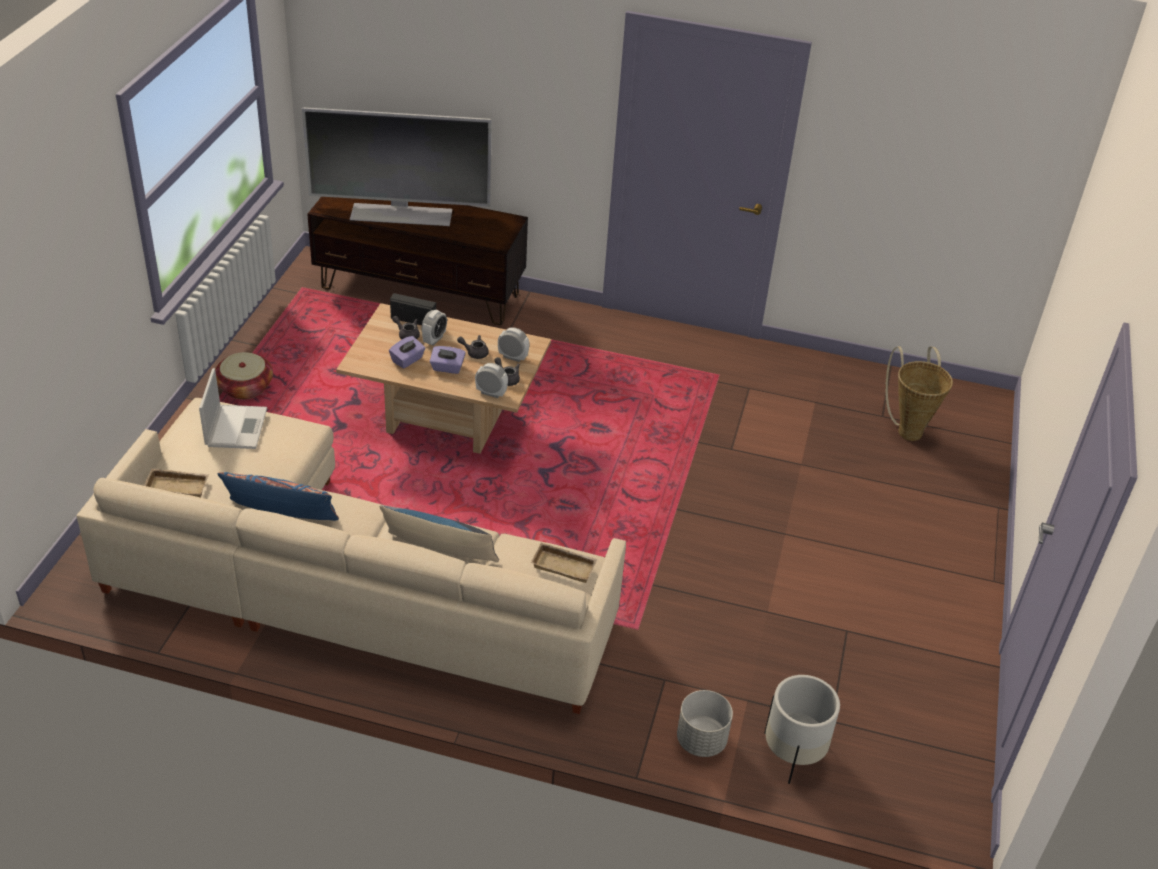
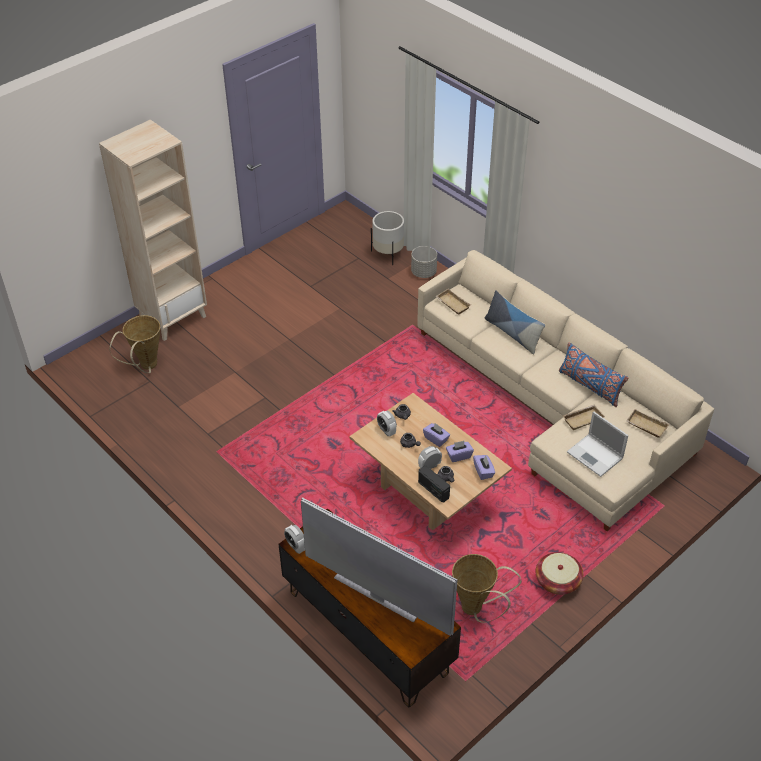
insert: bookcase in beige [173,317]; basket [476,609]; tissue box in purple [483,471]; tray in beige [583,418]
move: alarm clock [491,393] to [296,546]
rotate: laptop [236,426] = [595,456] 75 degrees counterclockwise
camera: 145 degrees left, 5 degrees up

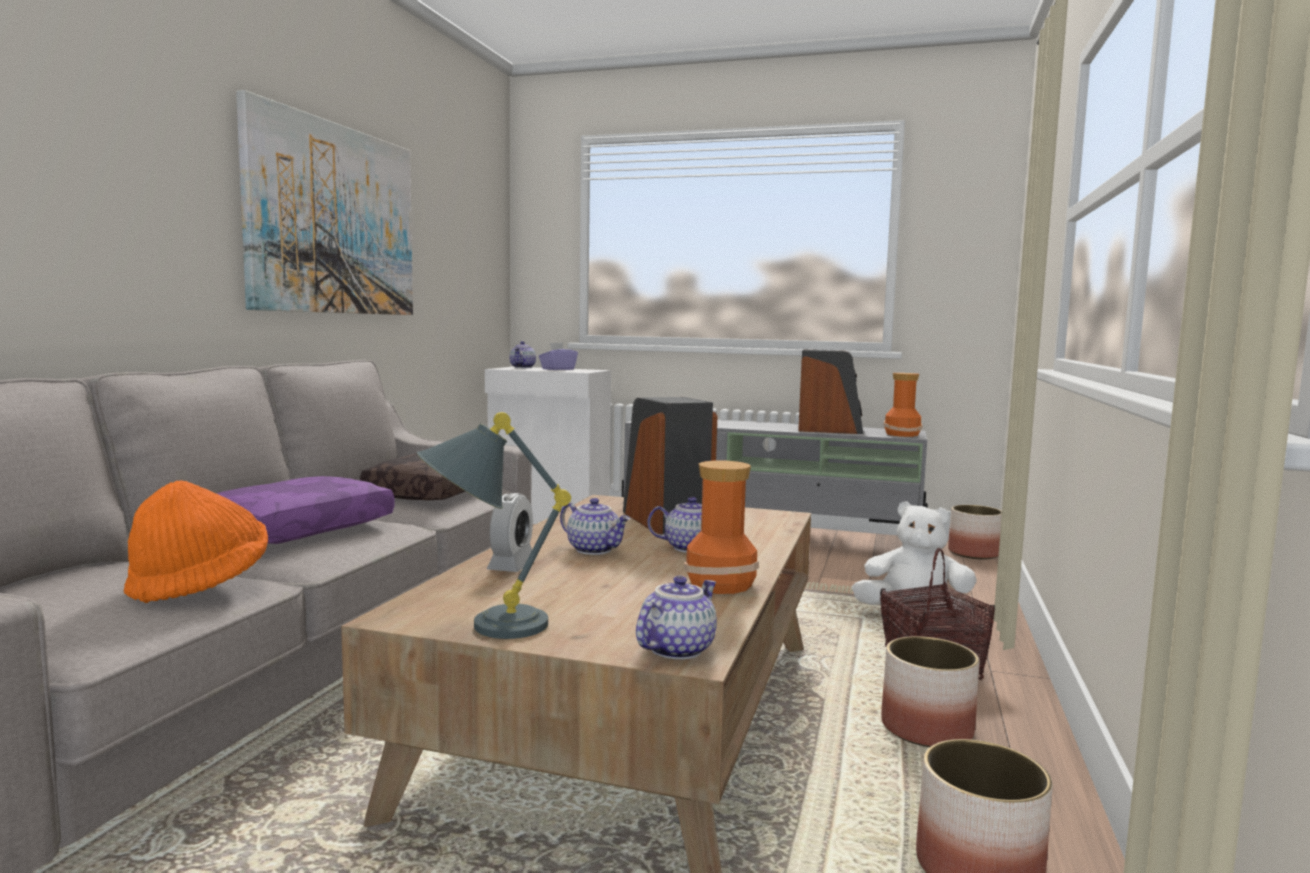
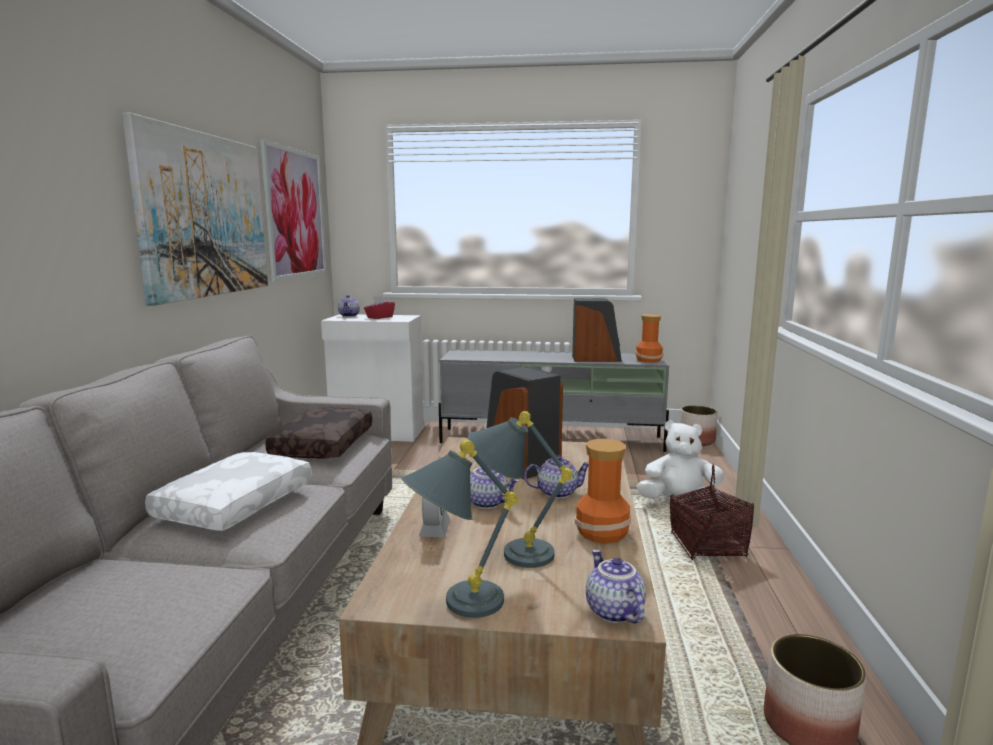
delete: hat in orange [200,583]; planter [927,730]
insert: picture [295,214]; table lamp in grey [510,552]
recolor: pillow in purple [297,528] to pillow in white [234,503]; tissue box in purple [557,369] to tissue box in red [379,317]
rotate: teapot [676,649] = [612,611] 45 degrees counterclockwise
camera: 10 degrees left, 5 degrees up

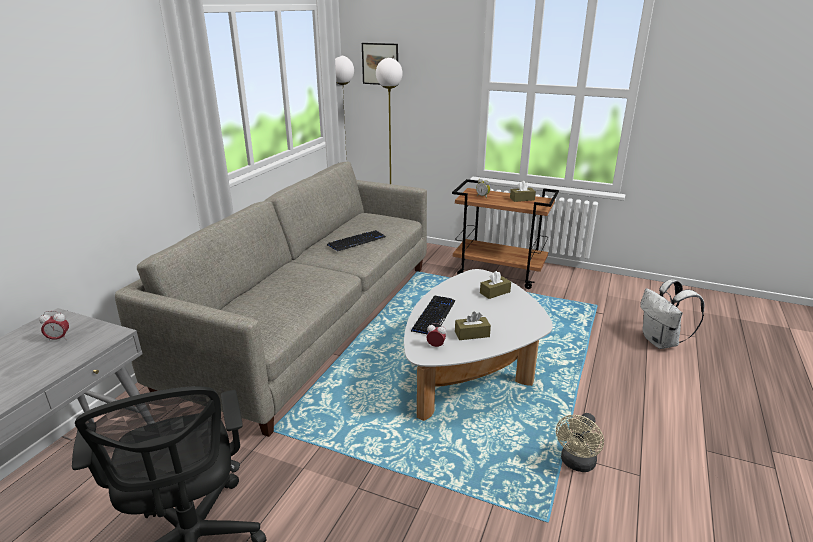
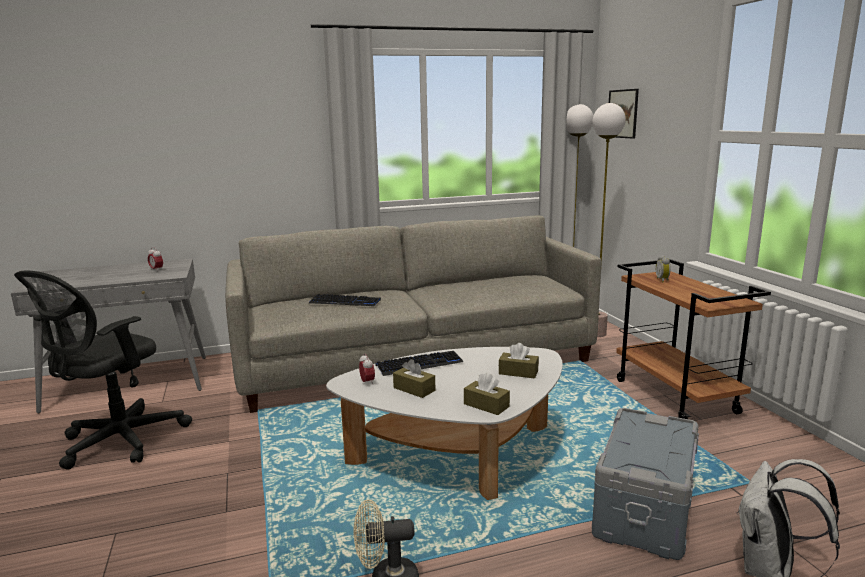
insert: storage box in grey [645,510]
move: keyboard [357,241] to [345,302]; tissue box in brown [522,199] to [486,405]
camera: 50 degrees right, 10 degrees down

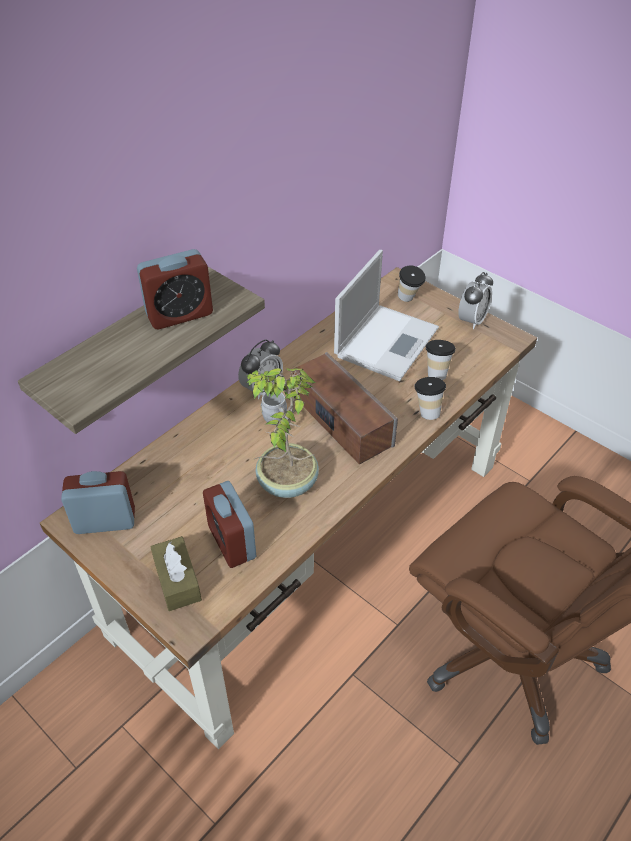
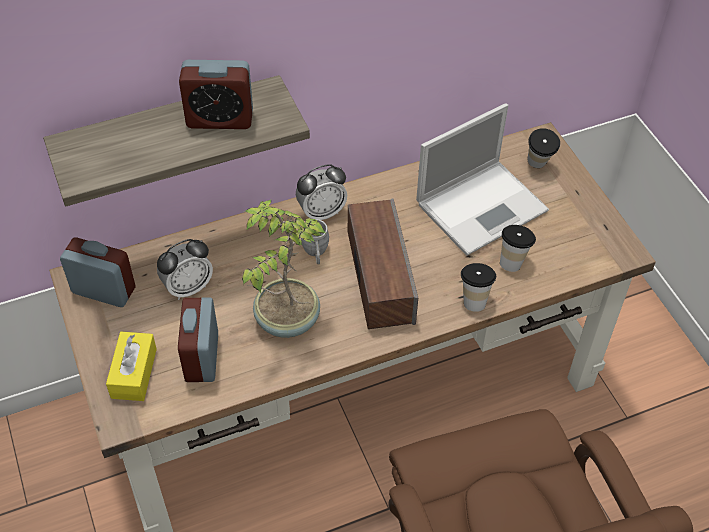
move: alarm clock [472,320] to [188,287]
recolor: tissue box in brown [177,580] to tissue box in yellow [134,373]
camera: 25 degrees right, 5 degrees up

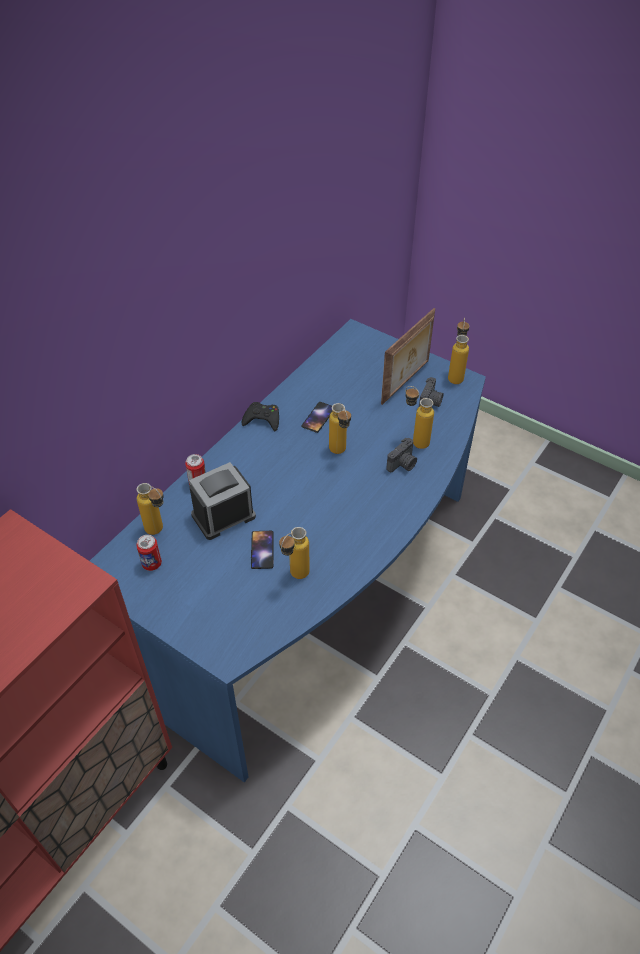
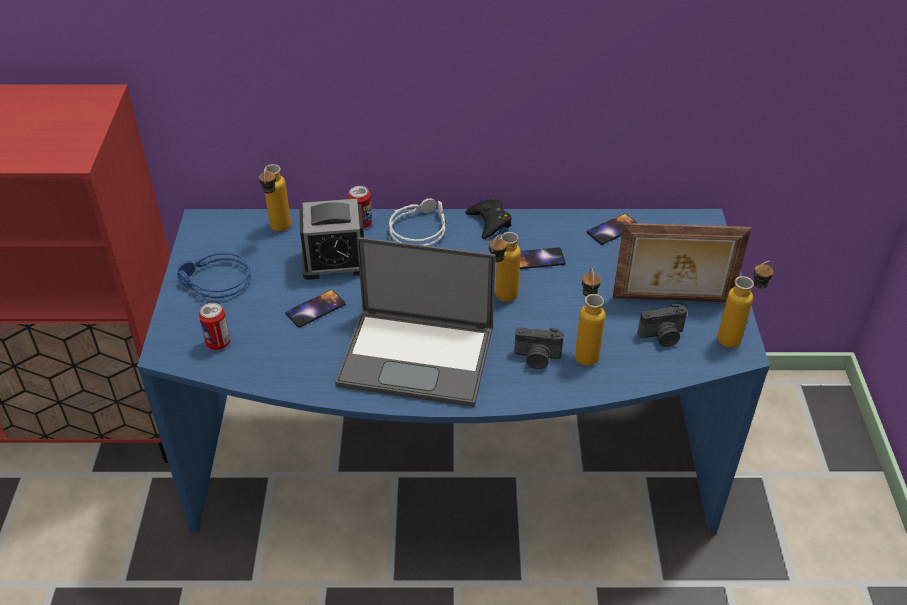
delete: bottle [294,577]
insert: headphones in blue [214,282]; laptop [418,356]; headphones in grey [418,228]; phone [613,229]
move: can [152,564] to [218,343]
rotate: alarm clock [223,516] = [335,261] 150 degrees clockwise
camera: 55 degrees right, 5 degrees down

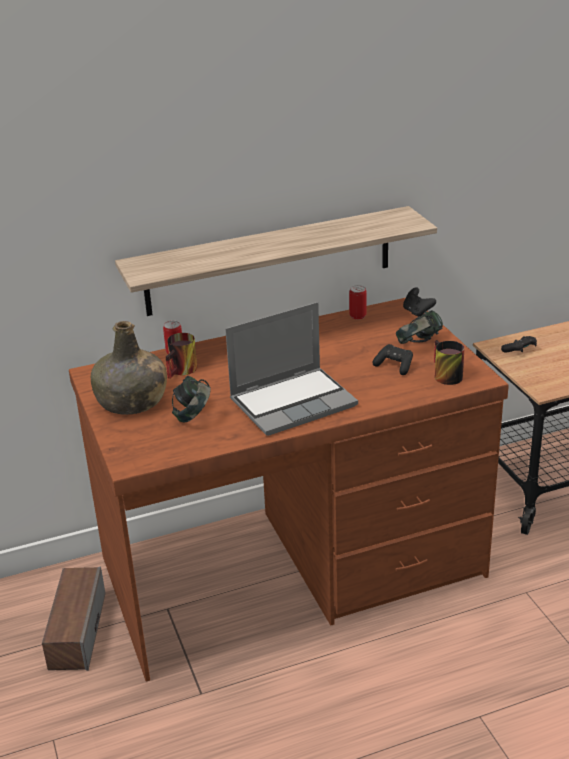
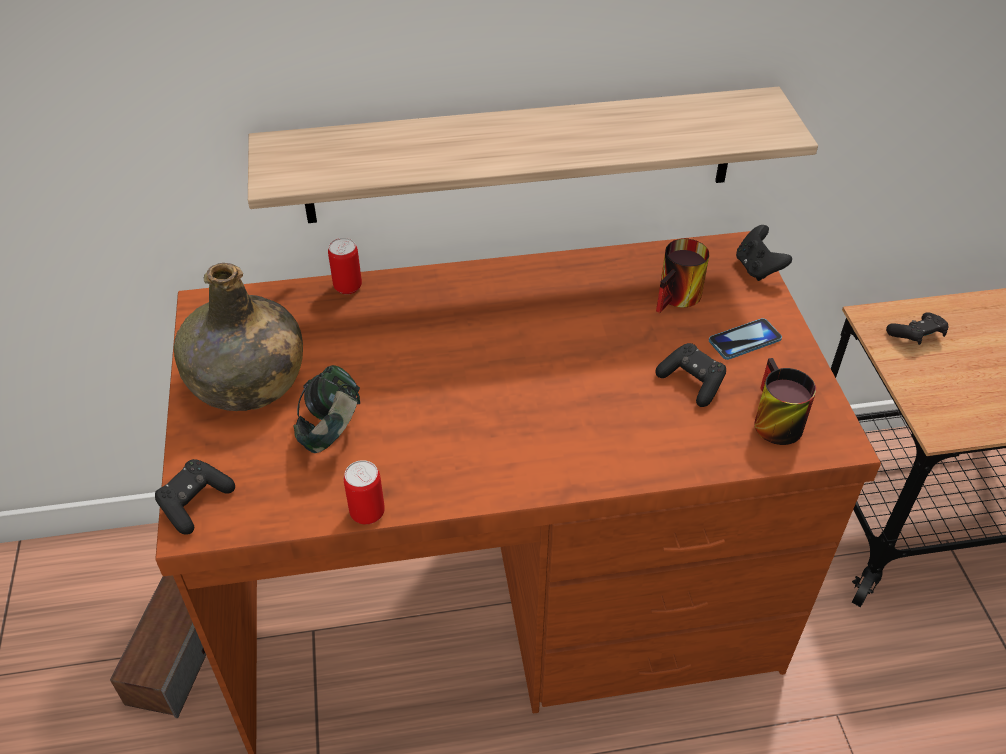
delete: laptop [293,402]
insert: game controller in black [195,503]
move: mug [183,371] to [679,299]; can [357,316] to [367,513]
replace: headphones [419,344] to phone [744,340]
camera: 10 degrees right, 15 degrees up

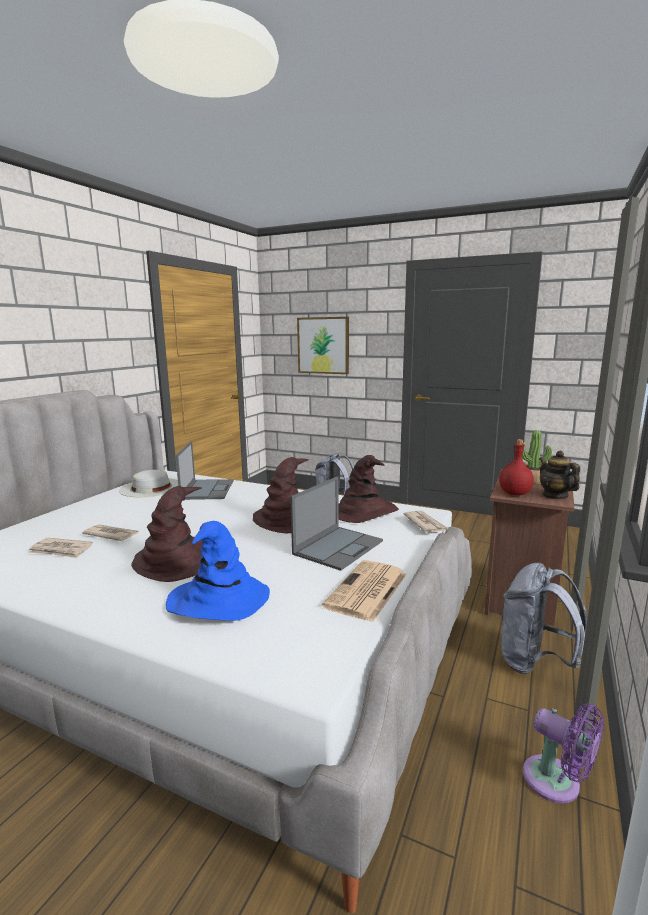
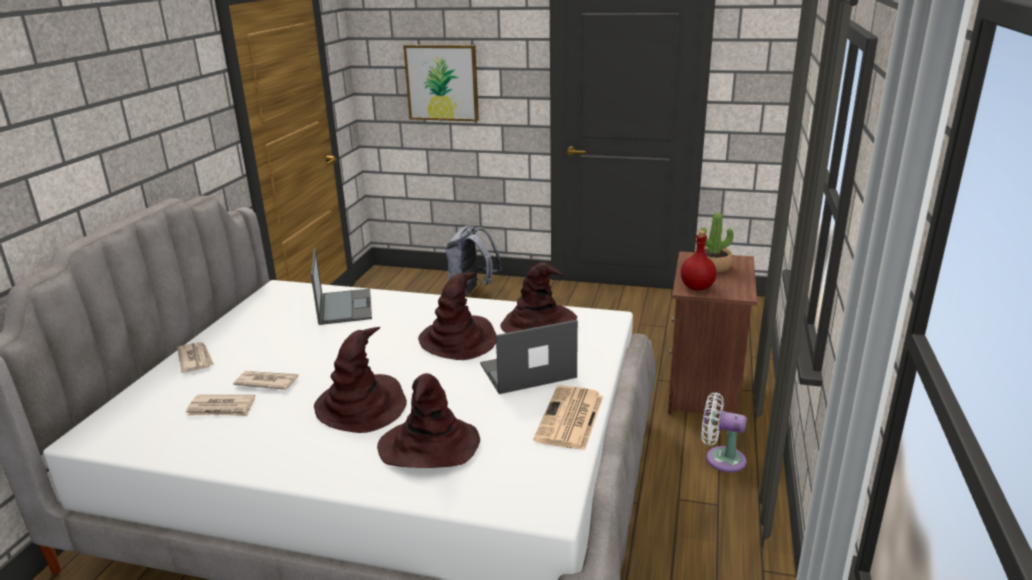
delete: hat in white [151,487]; fan in purple [557,783]; teapot [555,496]
move: newspaper [425,524] to [196,359]
replace: backpack in grey [534,663] to fan in white [721,459]
recolor: hat in blue [218,601] to hat in brown [429,447]
rotate: laptop [338,547] = [526,371] 135 degrees counterclockwise
camera: 10 degrees left, 10 degrees up

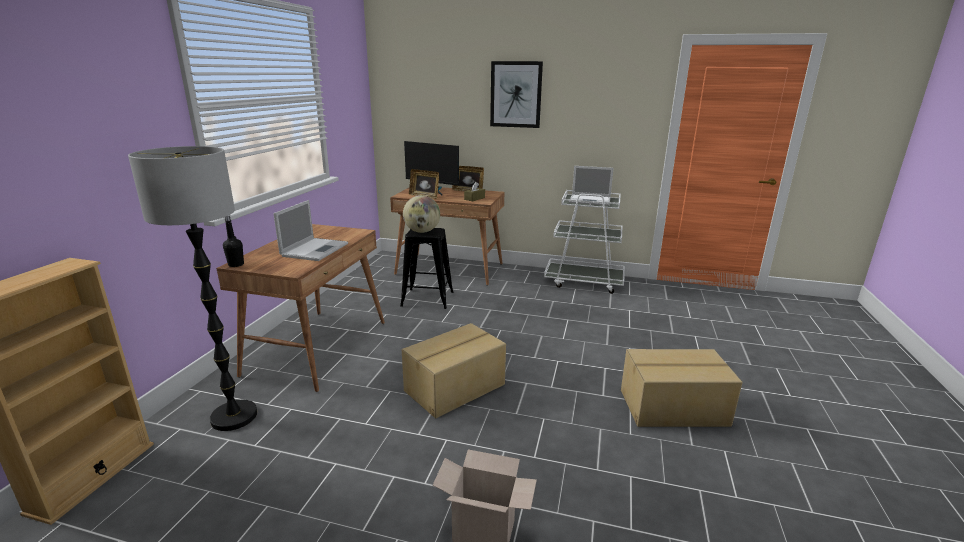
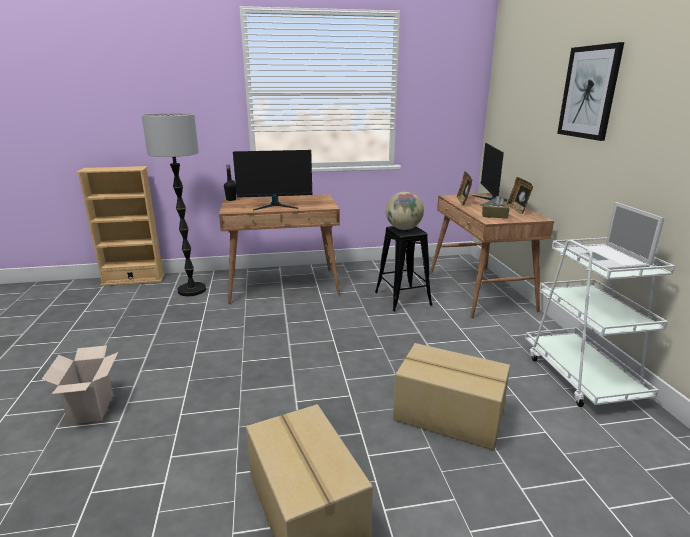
move: cardboard box [456,388] to [449,416]
replace: laptop [315,249] to monitor [275,206]
camera: 65 degrees right, 0 degrees up

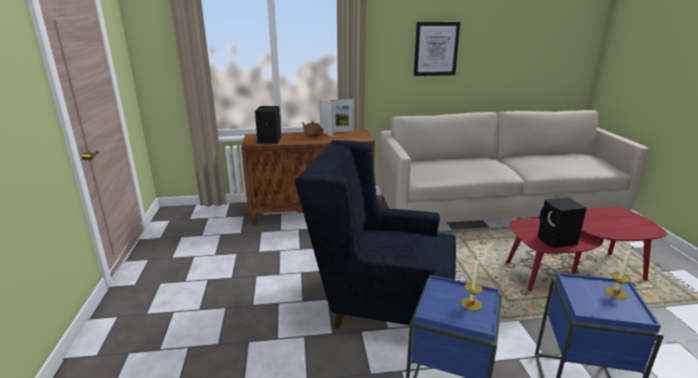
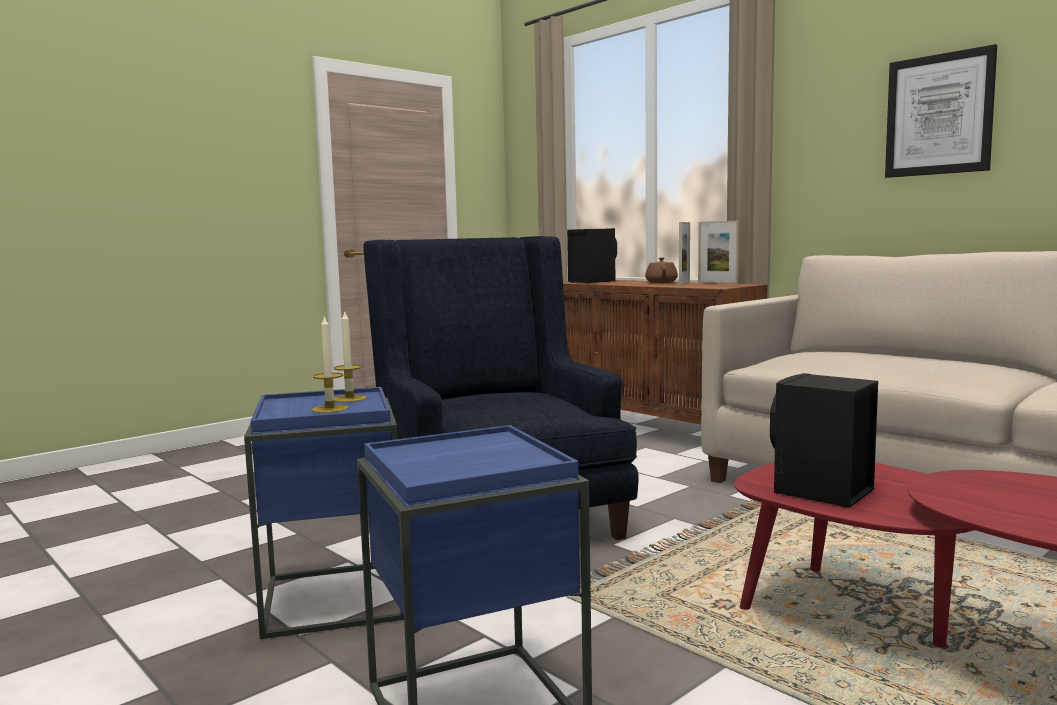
move: candle [616,293] to [349,398]
camera: 55 degrees right, 15 degrees down

